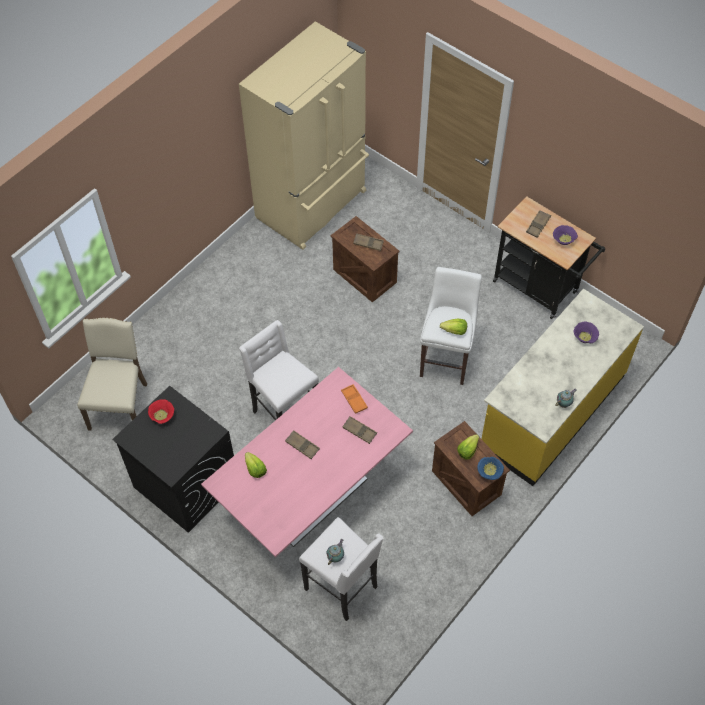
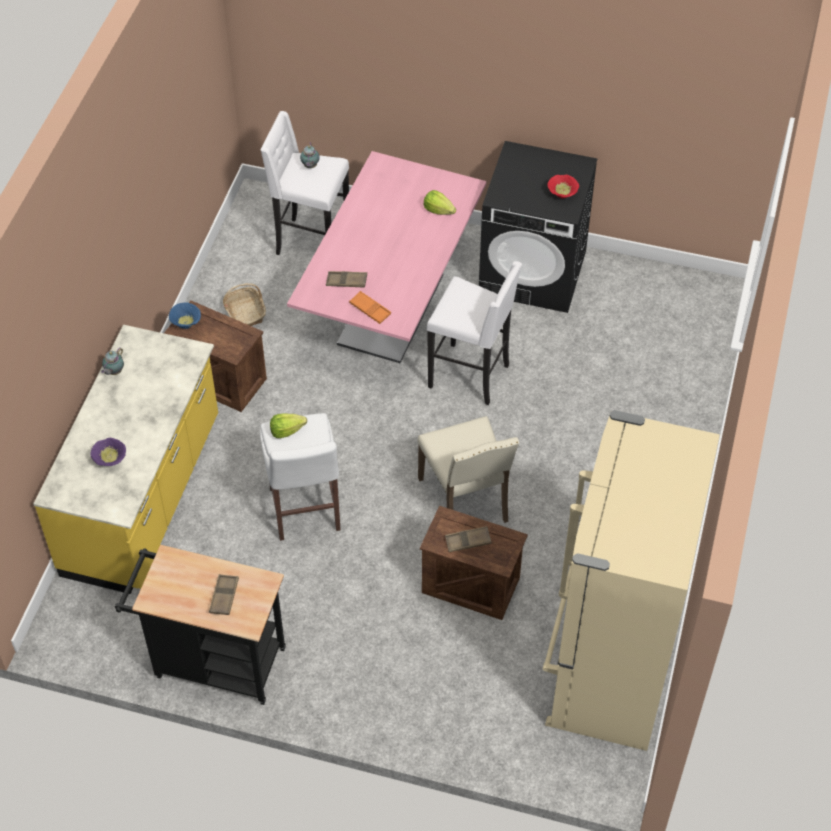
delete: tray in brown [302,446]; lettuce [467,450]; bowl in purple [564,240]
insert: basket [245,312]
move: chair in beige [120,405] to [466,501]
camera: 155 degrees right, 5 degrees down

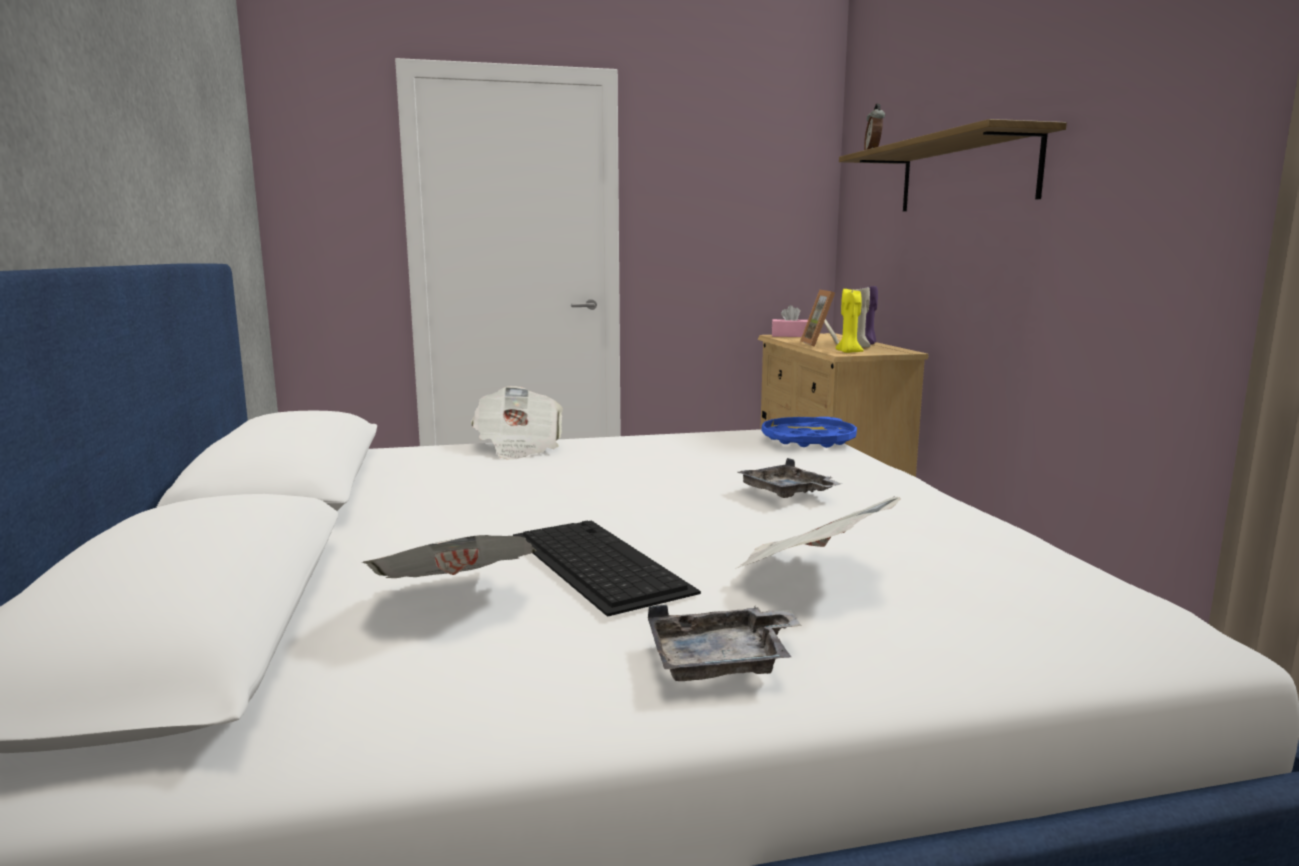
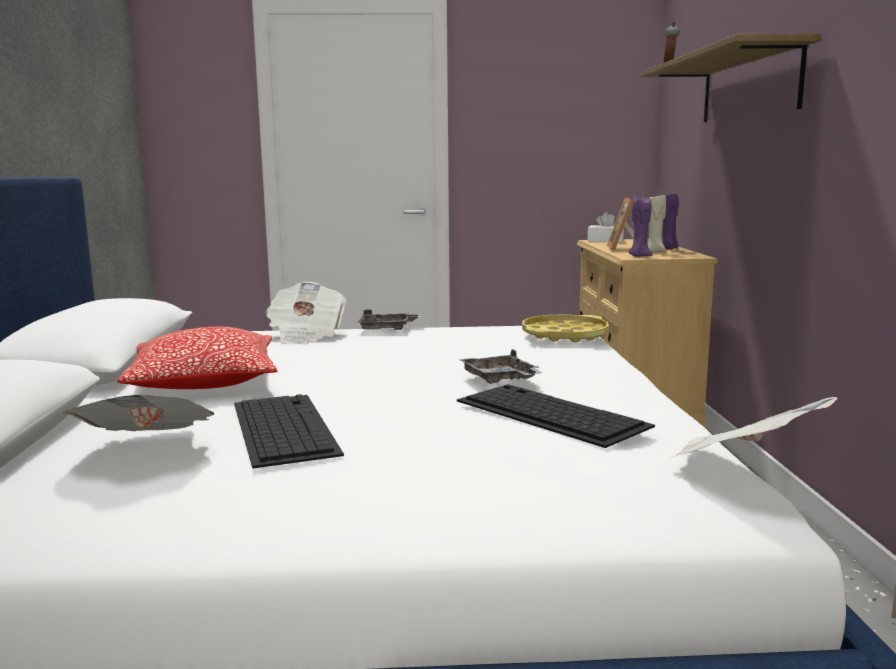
insert: pillow [204,382]; keyboard [548,413]
move: tray in grey [722,662] to [387,329]; newspaper [810,574] to [744,467]
recolor: tray in blue [808,440] to tray in yellow [564,335]; tissue box in pink [789,335] to tissue box in white [605,241]; candle in yellow [848,352] to candle in purple [639,256]
camera: 10 degrees right, 0 degrees up

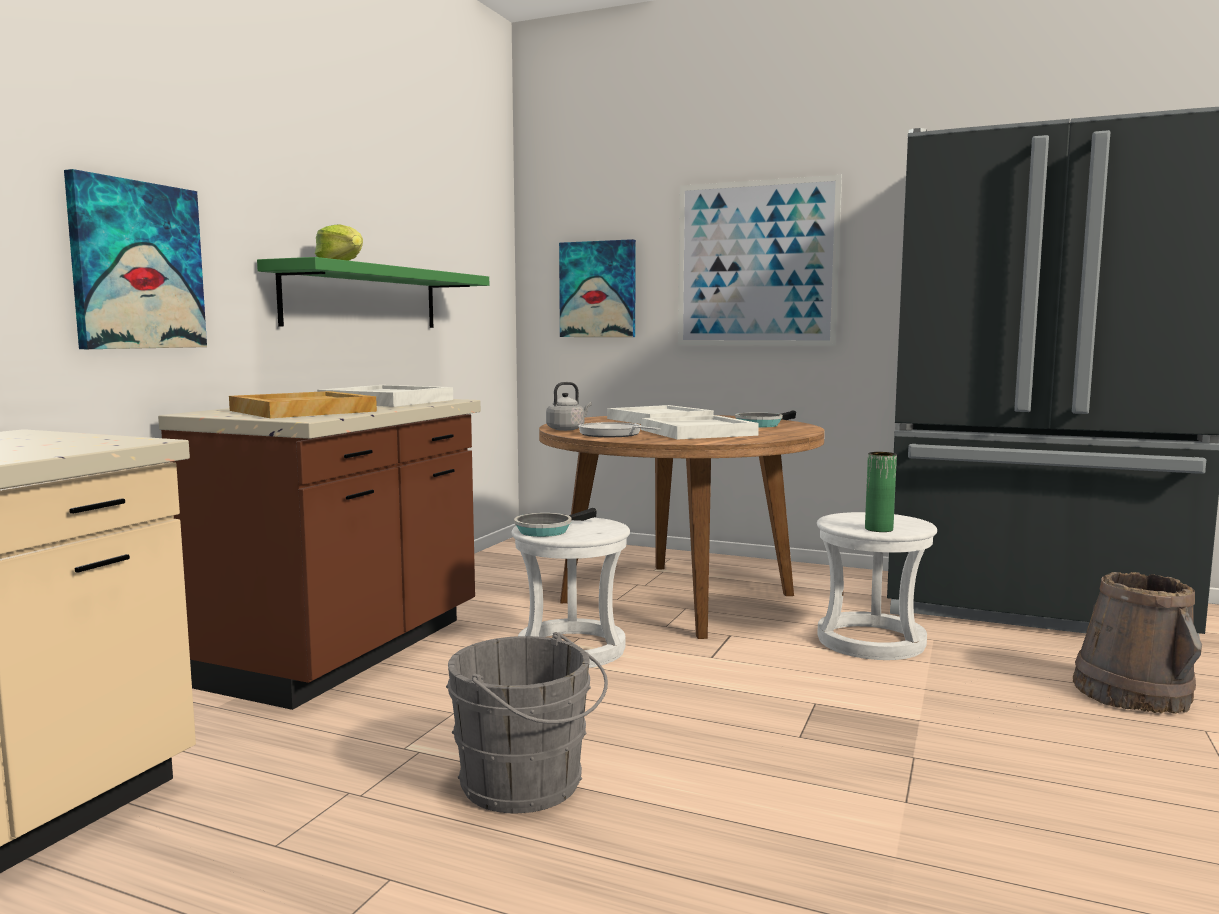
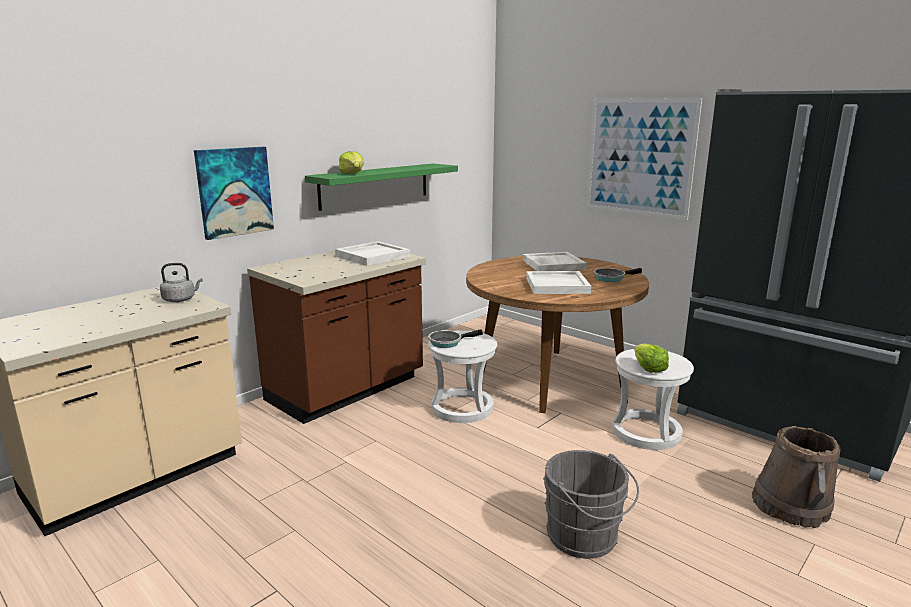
delete: tray in beige [301,411]; picture [598,289]; frying pan [613,434]
move: bucket in grey [528,785] to [585,538]; kettle in grey [567,429] to [181,299]
replace: vase in green [879,529] to lettuce [648,368]
camera: 20 degrees right, 10 degrees up

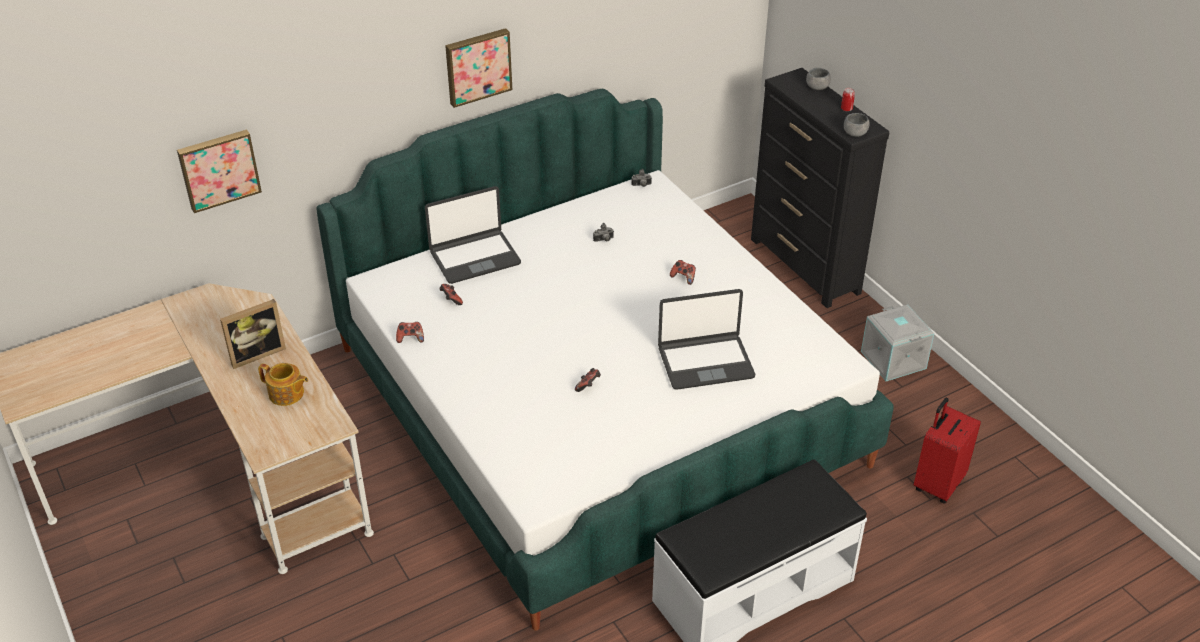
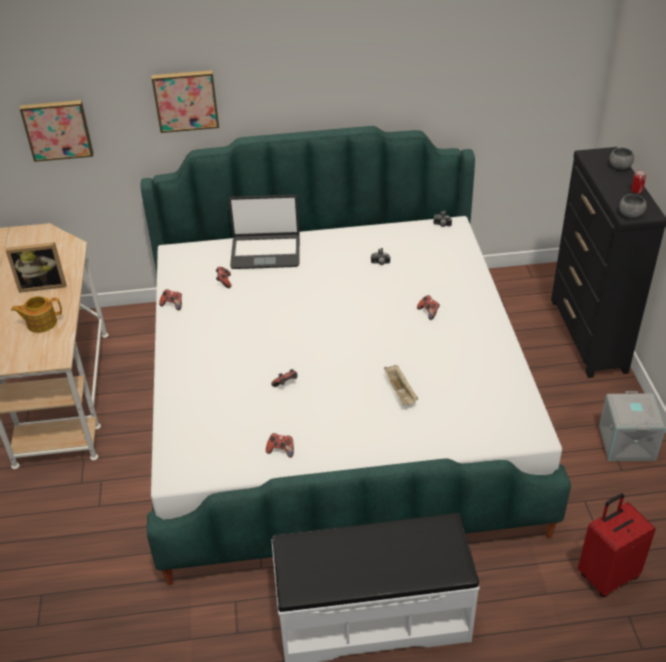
insert: game controller [281,450]
move: picture [477,66] to [186,100]
replace: laptop [705,362] to tray in beige [400,392]
rotate: teapot [287,394] = [41,323] 120 degrees clockwise
camera: 25 degrees right, 0 degrees up

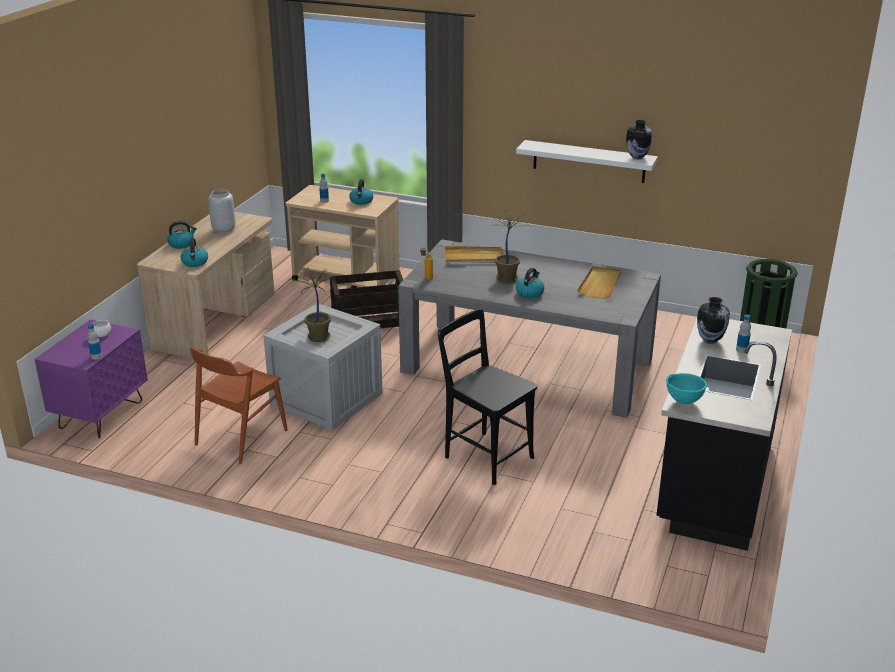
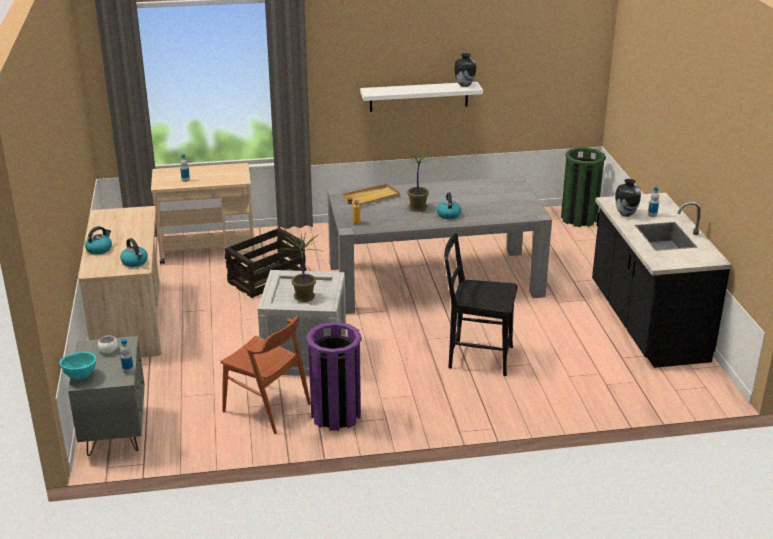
delete: vase in grey [224,230]; kettle [361,201]; tray in beige [600,284]
insert: trash can in purple [336,415]
move: bowl in turquoise [684,401] to [80,377]
recolor: nightstand in purple [101,415] to nightstand in grey [115,431]
rotate: chair in brown [241,437] = [267,407] 60 degrees counterclockwise
camera: 30 degrees left, 0 degrees up

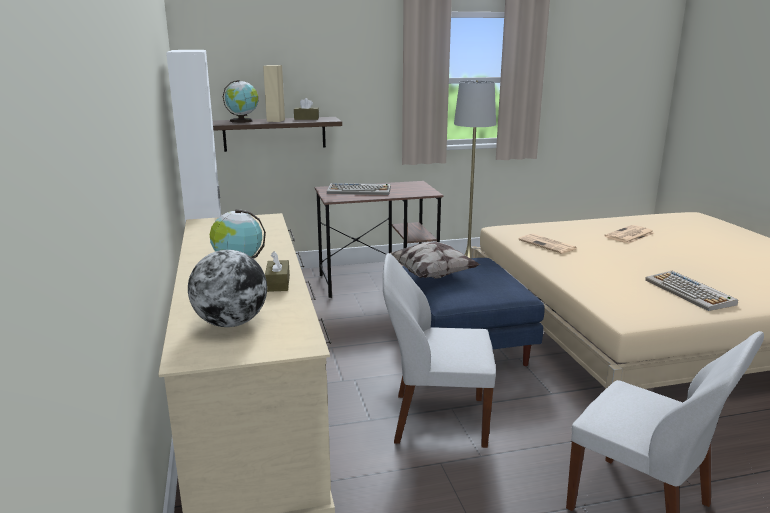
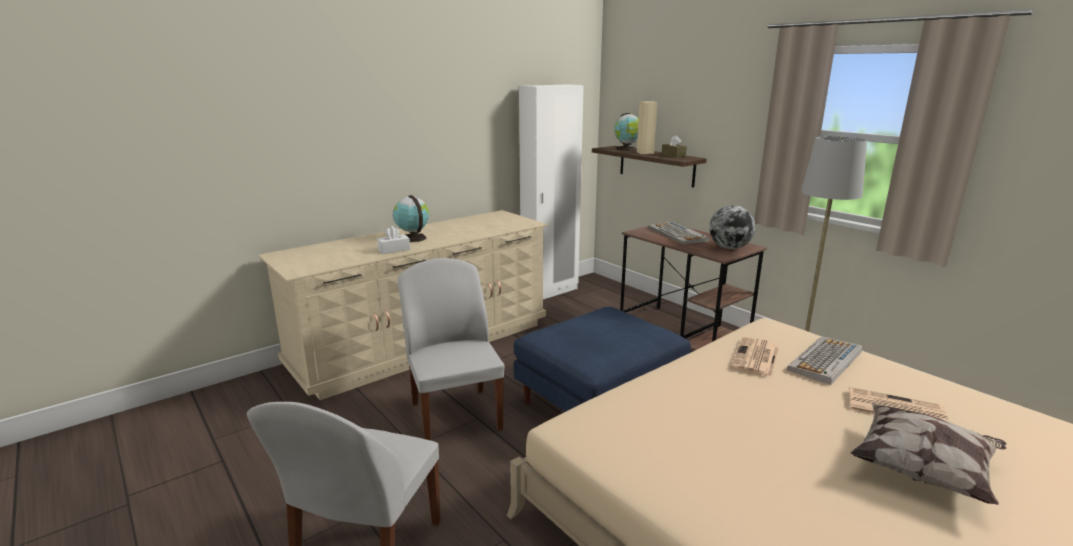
move: globe [231,323] to [729,248]; pillow [432,274] to [923,470]; keyboard [690,292] to [825,361]
recolor: tissue box in brown [278,283] to tissue box in white [394,250]
camera: 65 degrees right, 0 degrees up

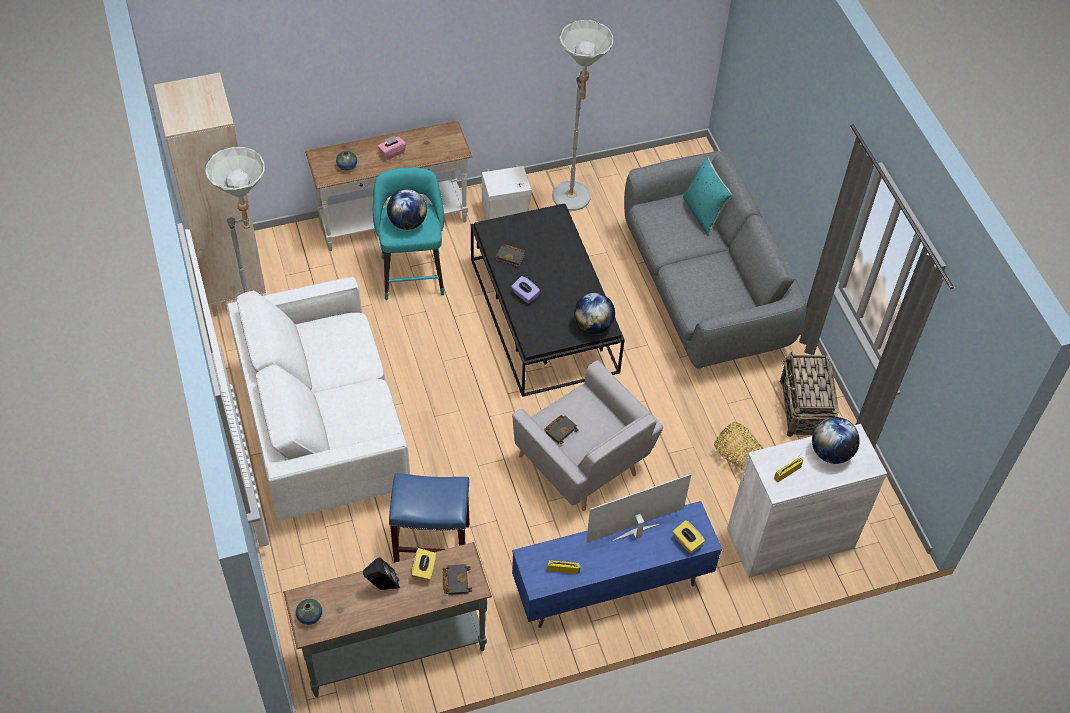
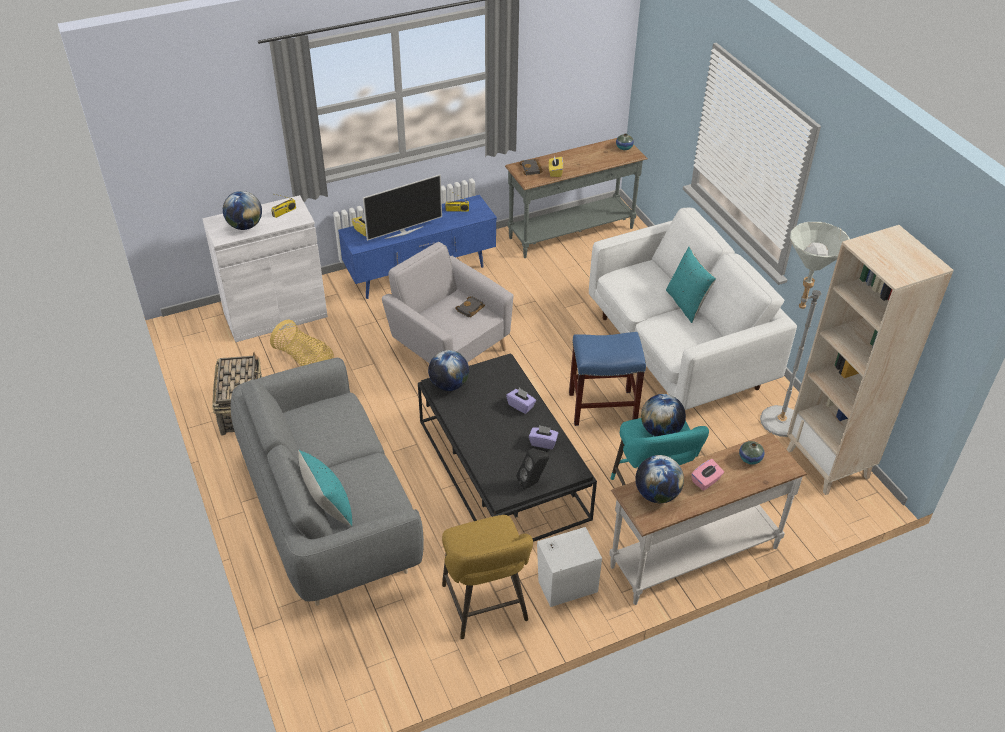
insert: globe [657,494]; pillow in turquoise [686,304]
move: speaker in black [382,587] to [533,482]; stool in blue [433,543] to [602,408]
replace: book in black [511,256] to tissue box in purple [543,442]; floor lamp in grey [573,203] to stool in yellow [486,607]
camera: 175 degrees right, 10 degrees down

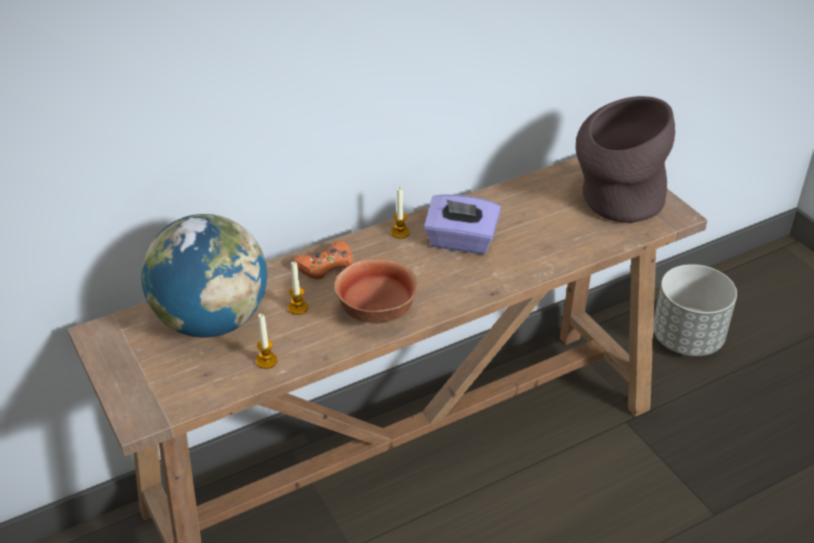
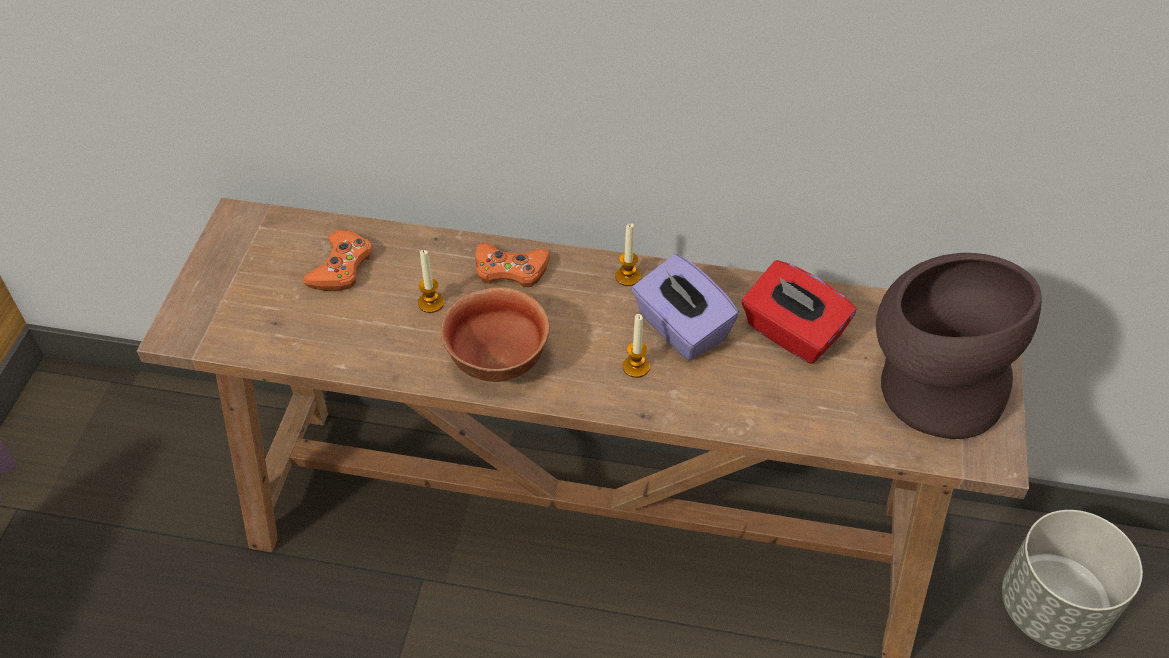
insert: tissue box in red [792,333]
move: candle [266,361] to [636,367]
replace: globe [212,321] to game controller in orange [341,267]
camera: 40 degrees right, 10 degrees up

